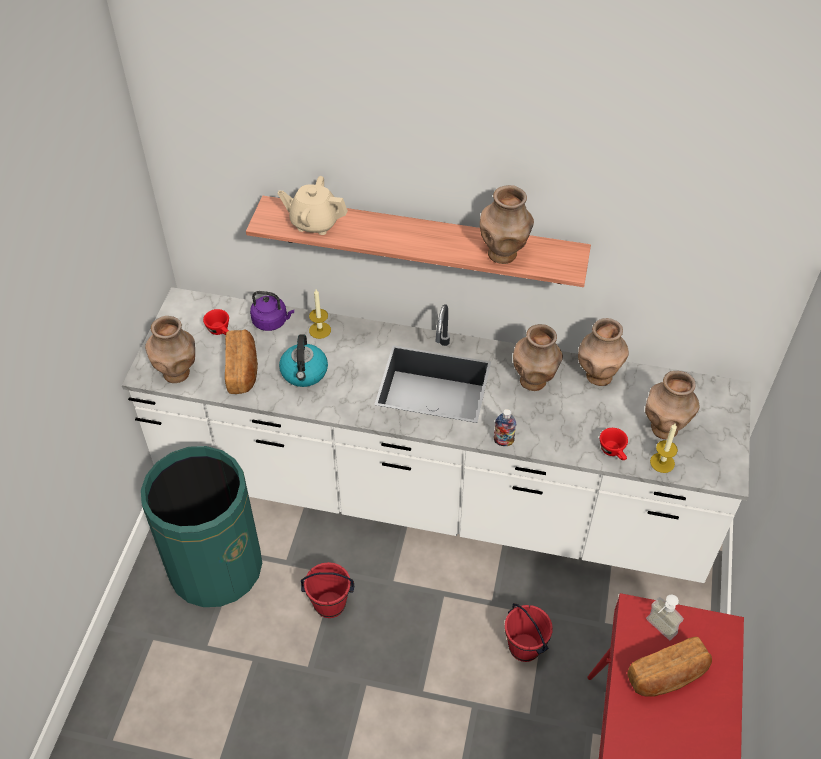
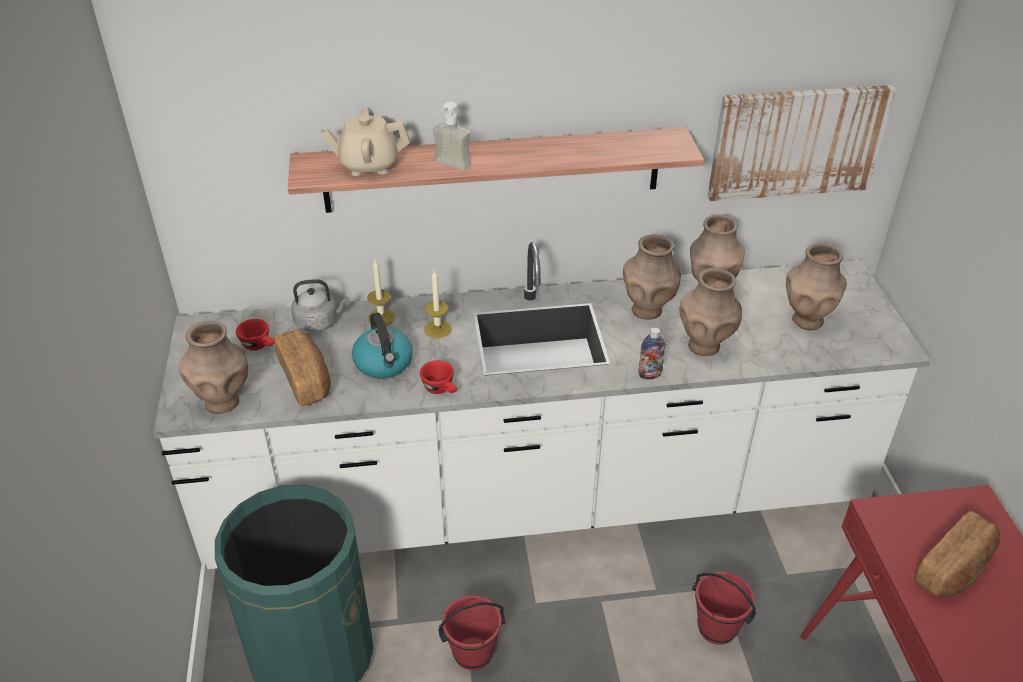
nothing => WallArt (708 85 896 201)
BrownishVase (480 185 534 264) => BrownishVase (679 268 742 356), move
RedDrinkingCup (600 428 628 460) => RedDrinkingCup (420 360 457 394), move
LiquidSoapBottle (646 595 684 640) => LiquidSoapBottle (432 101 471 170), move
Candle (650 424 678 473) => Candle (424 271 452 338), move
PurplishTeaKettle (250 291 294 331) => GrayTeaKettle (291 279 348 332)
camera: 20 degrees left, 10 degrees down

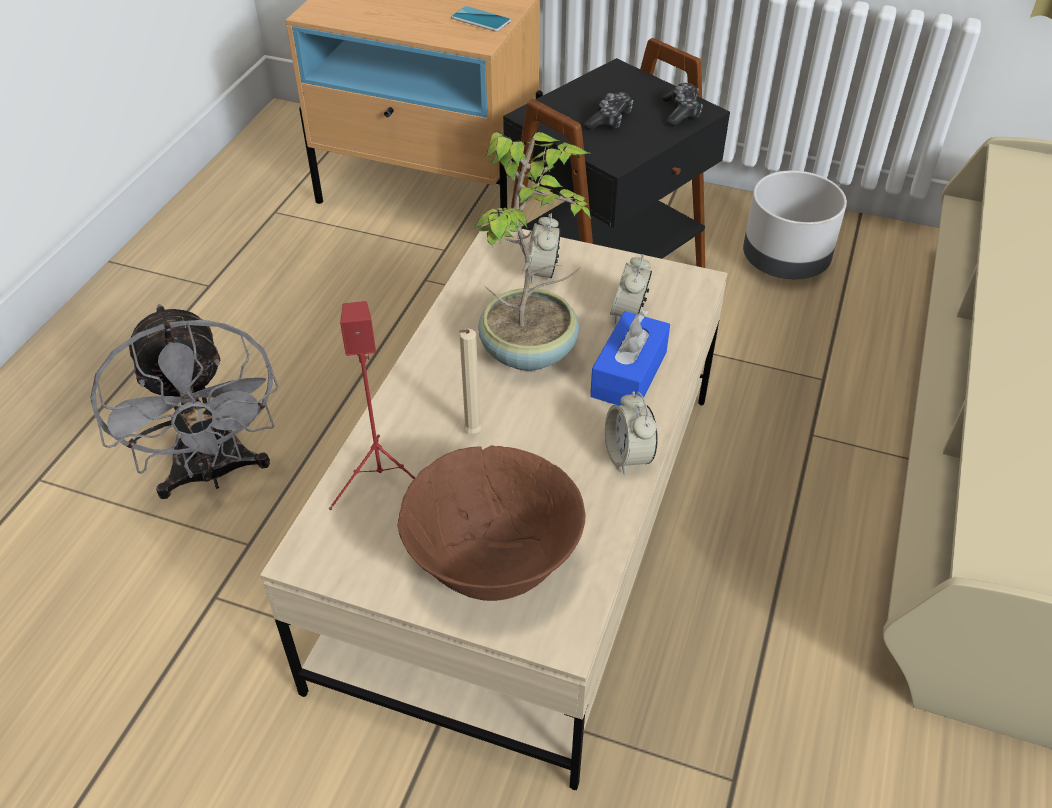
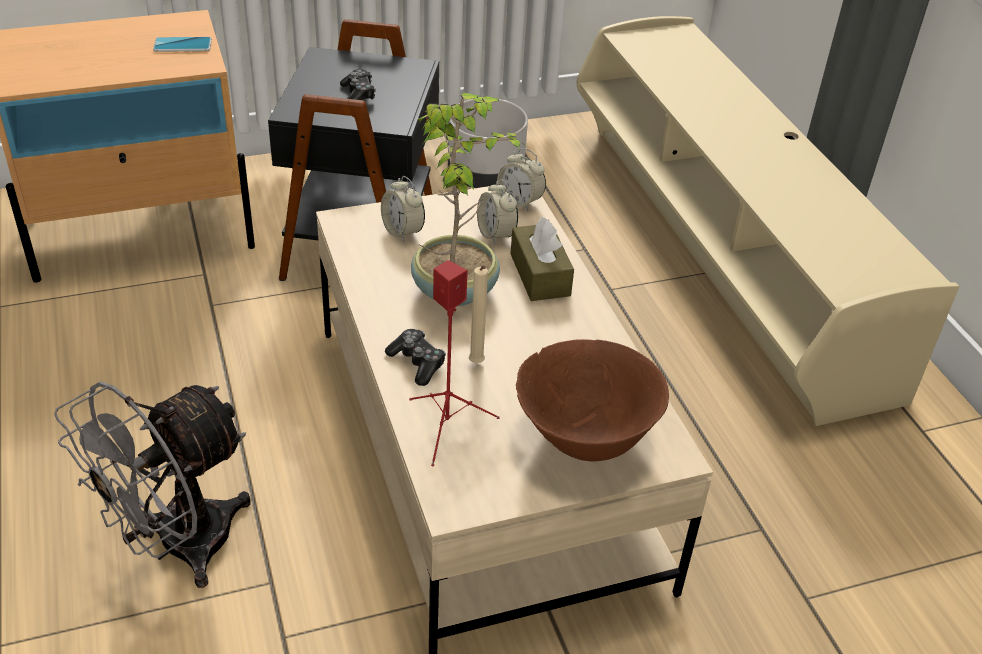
AlarmClock (605 392 658 474) => AlarmClock (497 148 546 211), move
Joypad (662 83 703 126) => Joypad (385 329 446 386), move
BlueBoxOfTissues (590 310 670 406) => BrownishBoxOfTissues (511 216 574 301)
GrayFan (90 304 278 499) => GrayFan (54 381 251 588), 105 degrees clockwise
camera: 40 degrees left, 5 degrees down

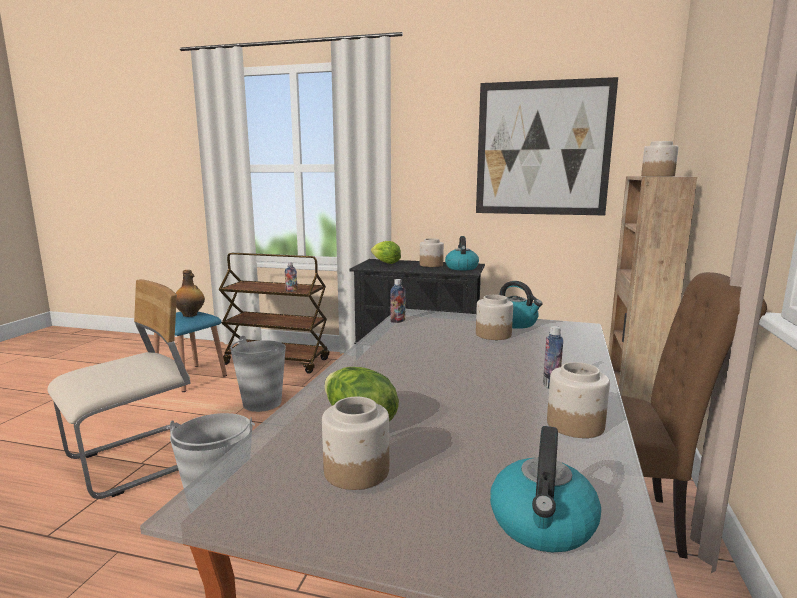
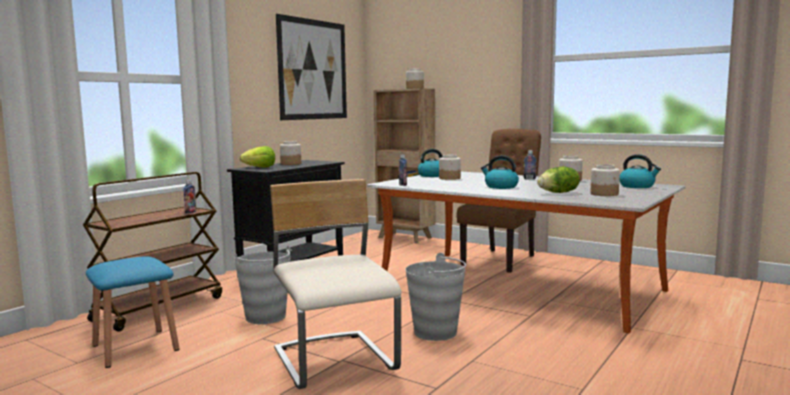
Bottle (176 270 205 317) => nothing
TeaKettle (445 236 479 270) => TeaKettle (481 155 519 189), move
camera: 70 degrees left, 5 degrees down

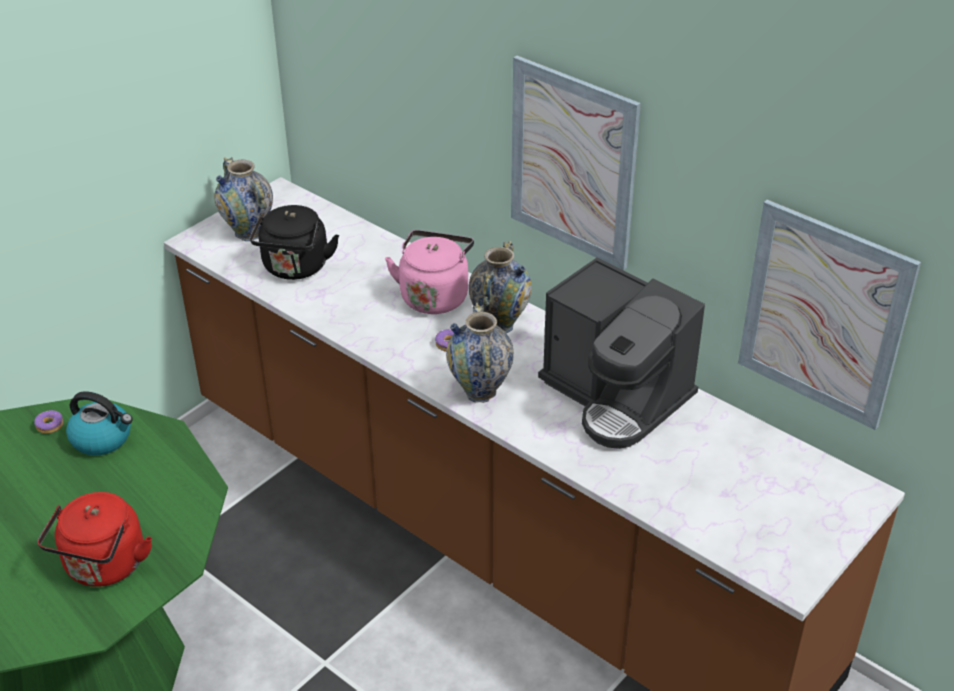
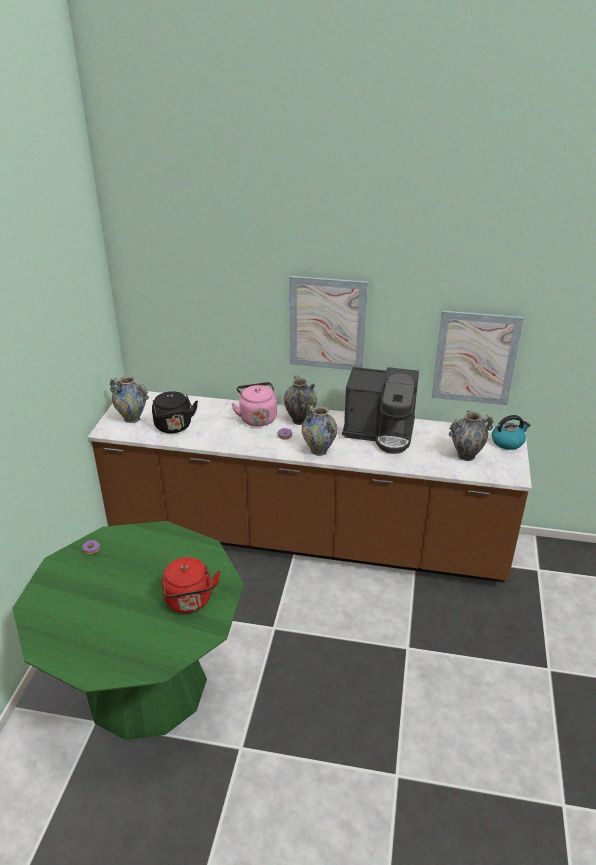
nothing => Vase (449 411 494 461)
TeaKettle (66 391 133 456) => TeaKettle (492 415 531 450), move
camera: 30 degrees left, 5 degrees down

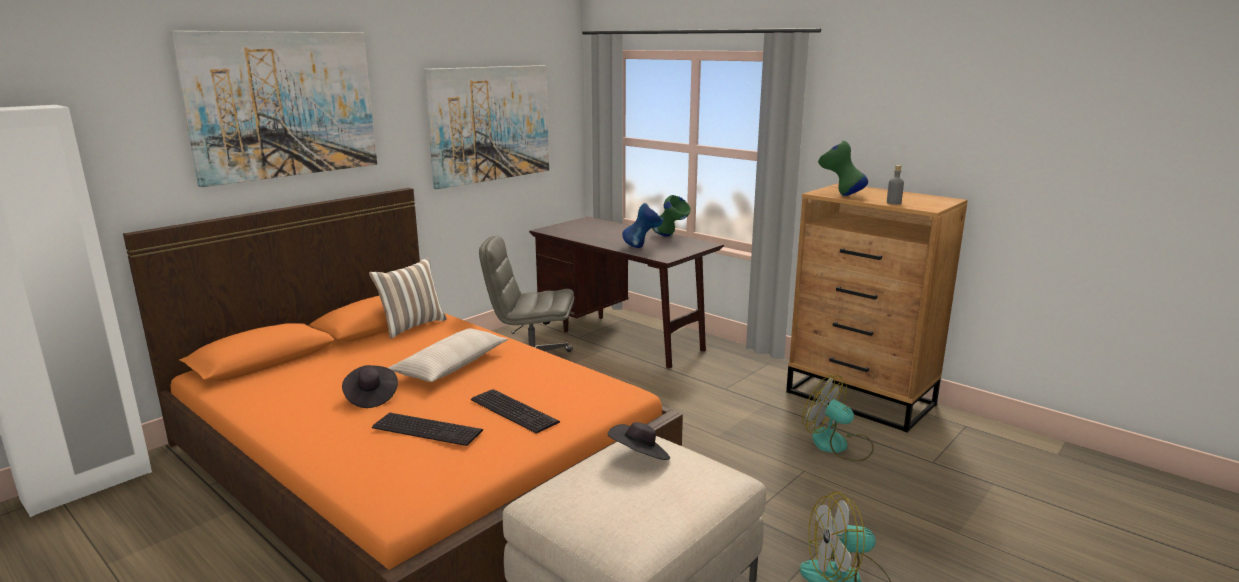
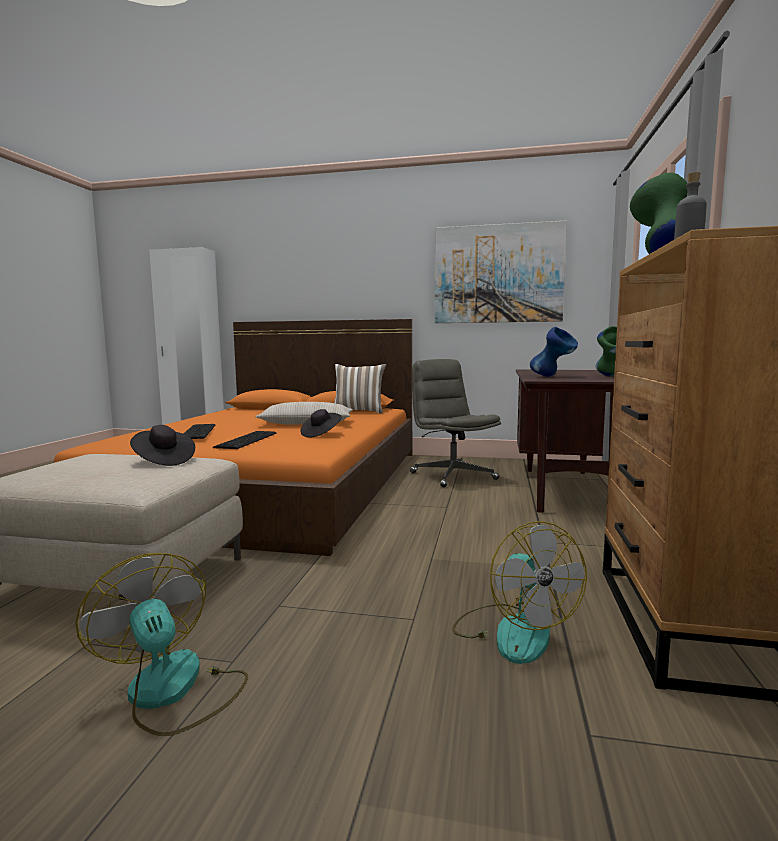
WallArt (170 31 377 187) => nothing
BlackColouredHat (342 365 398 408) => BlackColouredHat (300 409 342 437), move
Fan (802 375 874 461) => Fan (452 521 587 664), 150 degrees clockwise
camera: 60 degrees right, 10 degrees down

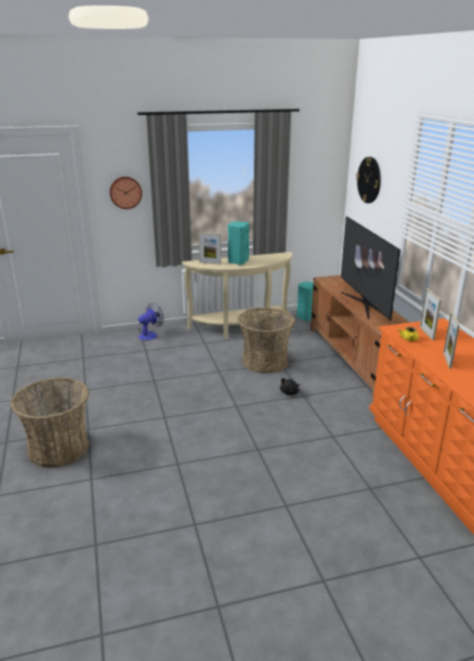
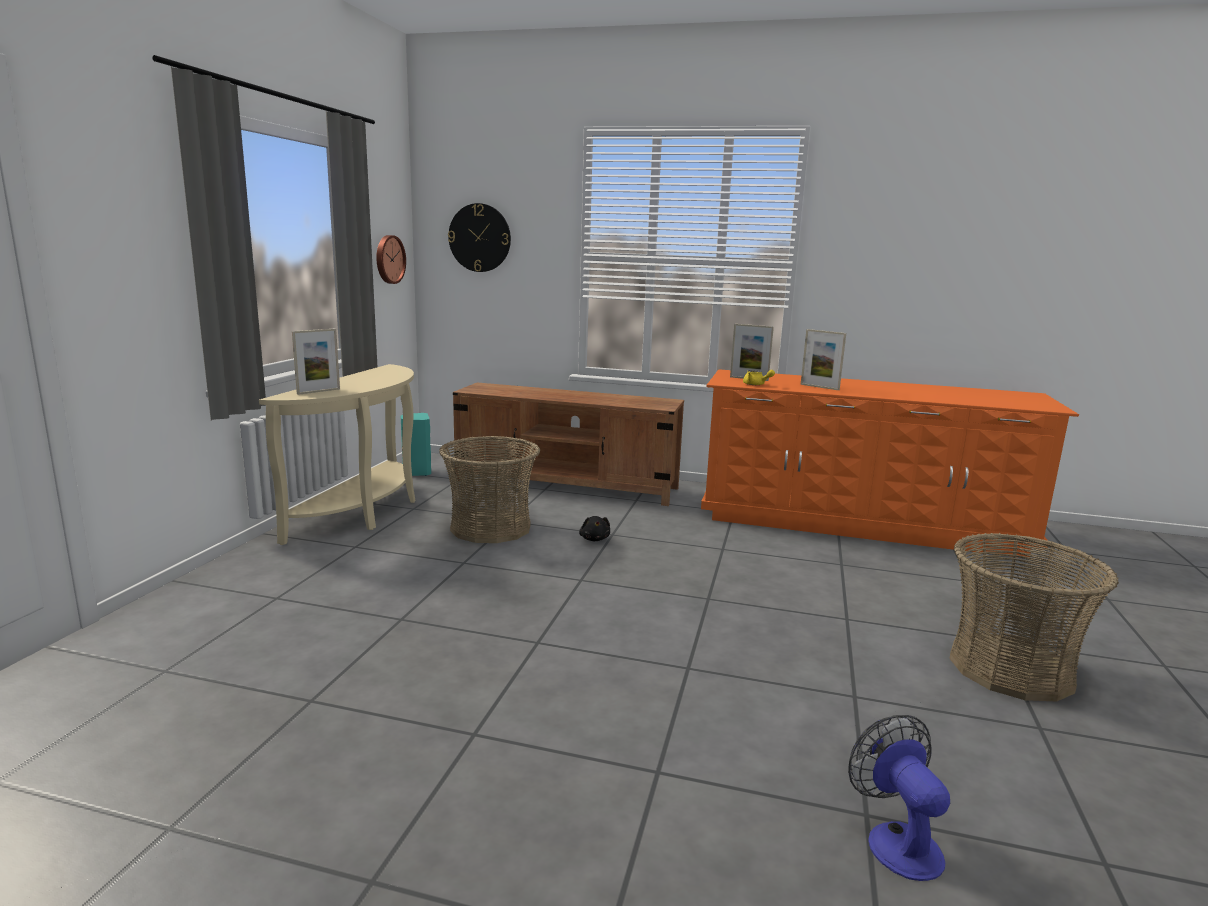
BlueGreenAudioSpeaker (228 221 249 265) => nothing
Tv (341 216 401 321) => nothing
Basket (10 377 90 467) => Basket (949 533 1119 702), move
ClockOnTheWall (110 177 142 209) => ClockOnTheWall (376 235 406 284), move
Fan (138 303 164 341) => Fan (848 715 950 881), move
camera: 60 degrees left, 10 degrees down

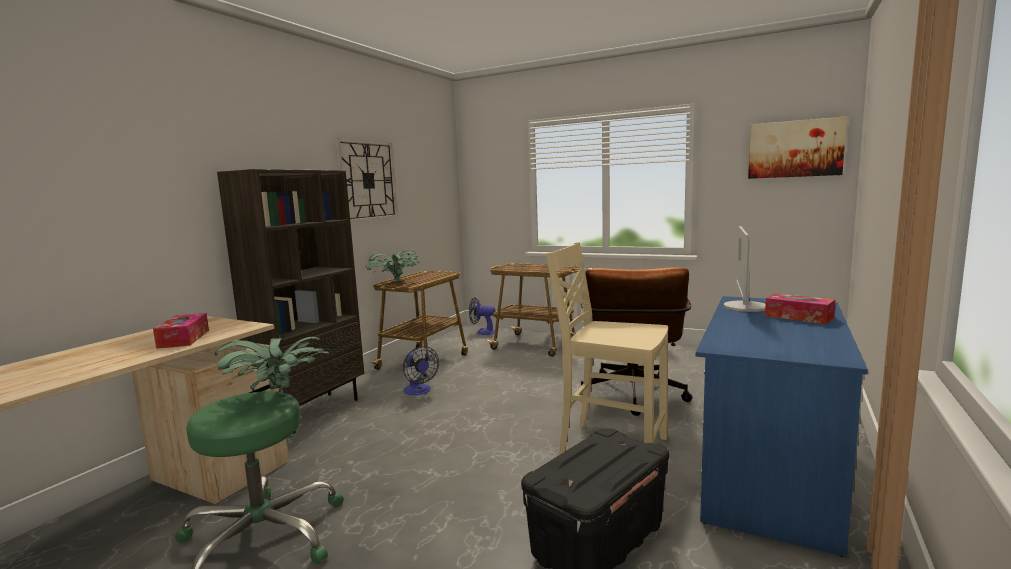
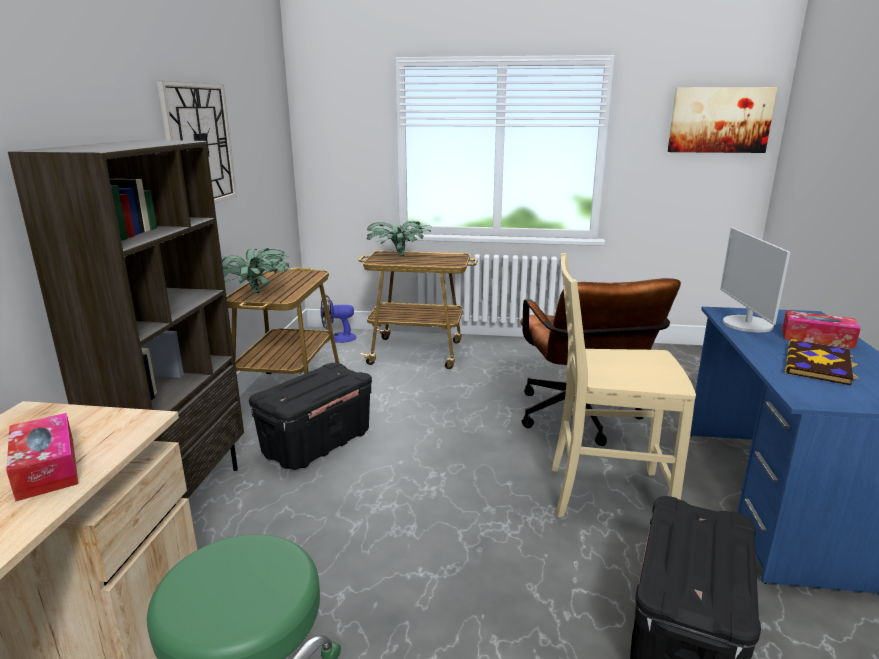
nothing => Volume (785 339 859 385)
Houseplant (214 337 334 397) => Houseplant (366 221 431 256), move
Fan (403 346 439 395) => BlackColouredStorageBin (249 363 372 470)
camera: 20 degrees left, 10 degrees up

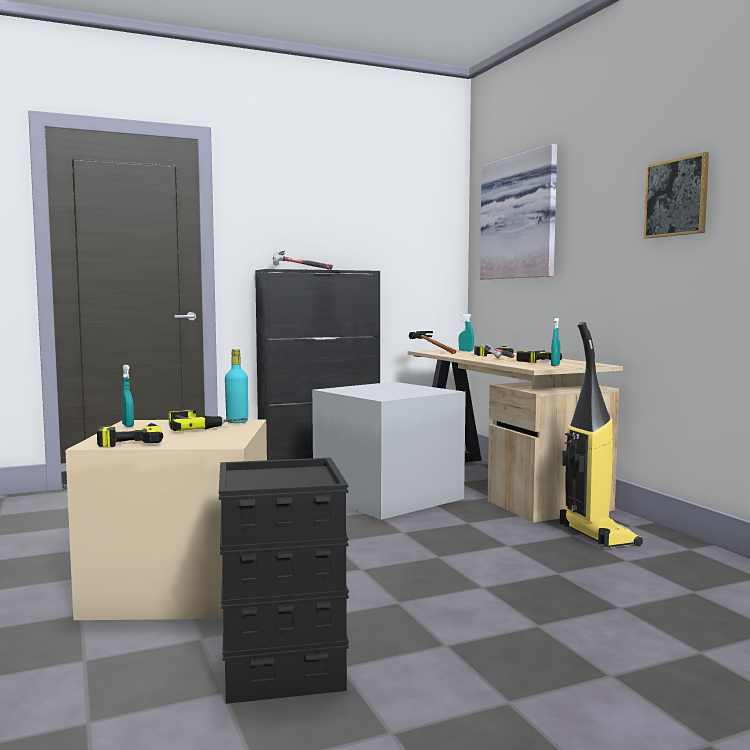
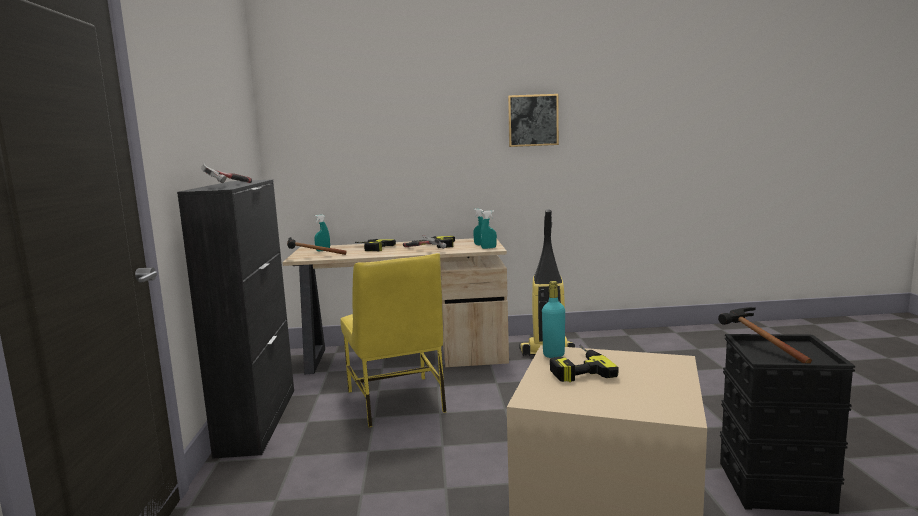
ElectricDrill (97 423 163 447) => nothing
WallArt (480 144 557 279) => nothing
nothing => ToolHammer (718 307 812 363)
BlueGreenSprayer (121 365 134 427) => BlueGreenSprayer (480 210 497 249), move
GrayStorageBin (312 382 466 520) => YellowPlainChair (340 253 446 427)
camera: 70 degrees left, 5 degrees up

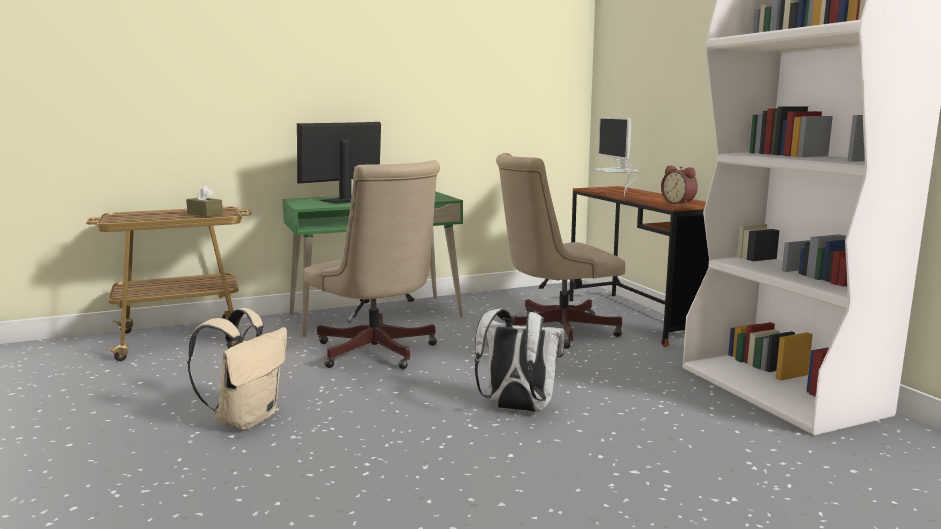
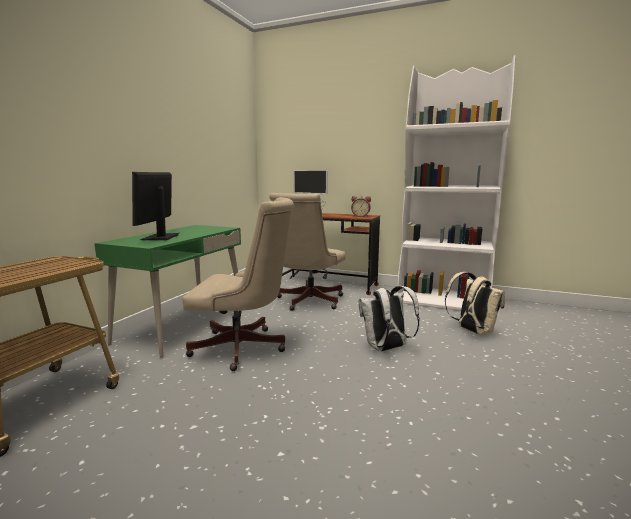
BrownishBoxOfTissues (186 185 223 217) => nothing
BeigeBackpack (187 308 287 430) => BeigeBackpack (445 272 505 334), move
camera: 45 degrees left, 0 degrees up

